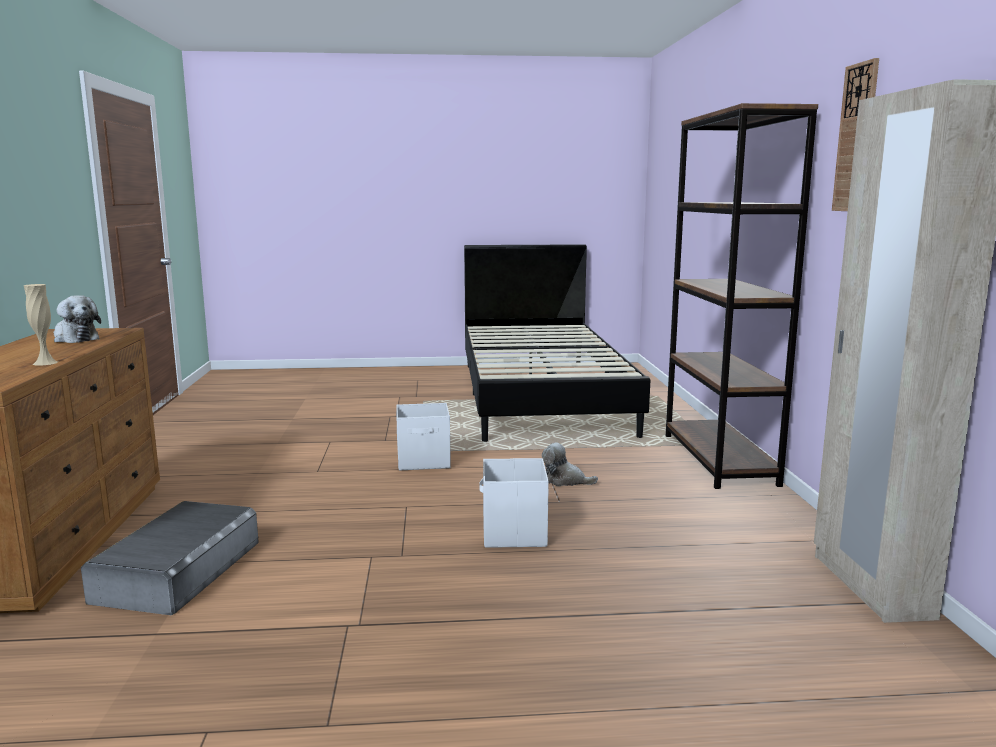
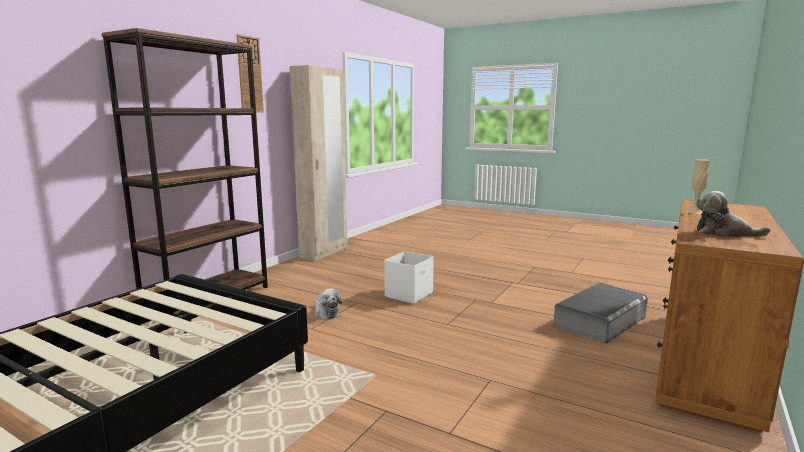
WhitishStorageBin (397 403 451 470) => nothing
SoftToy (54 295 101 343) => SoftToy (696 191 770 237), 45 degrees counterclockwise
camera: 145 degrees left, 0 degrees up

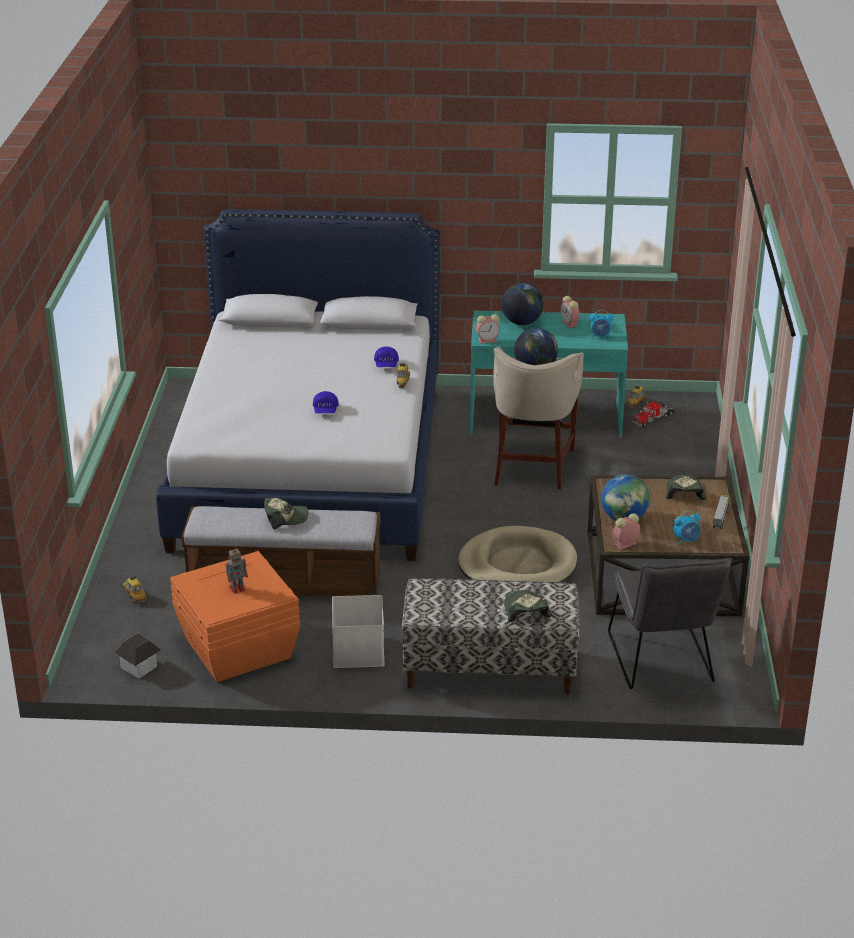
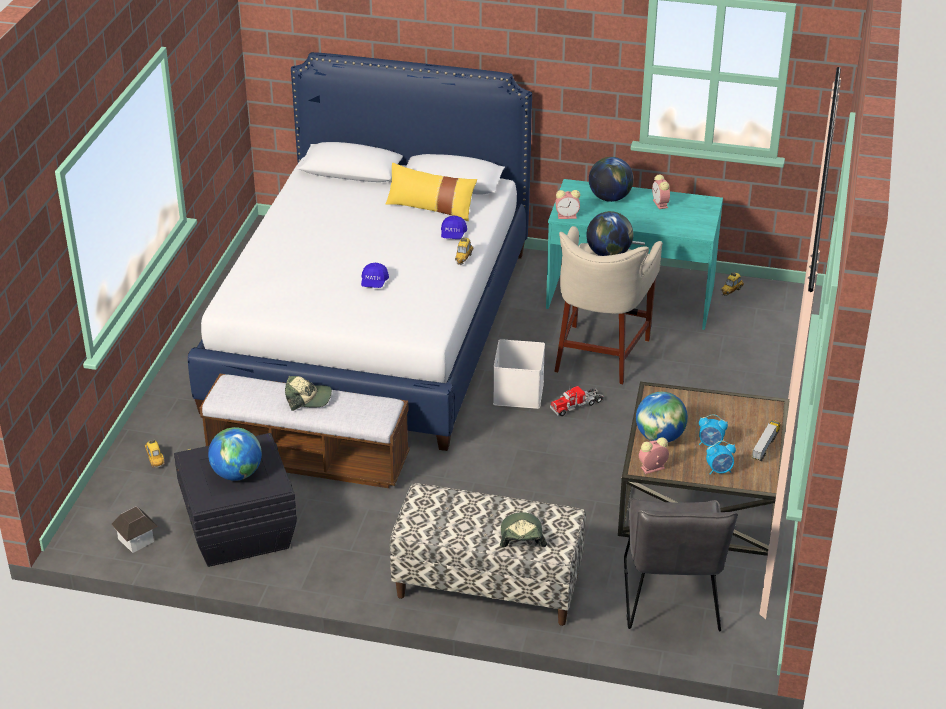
BeigePetBed (458 526 577 582) => nothing
BaseballCap (666 475 706 500) => nothing
nothing => YellowPillow (386 163 477 221)
WhitishStorageBin (332 595 385 668) => WhitishStorageBin (493 339 545 409), move
AlarmClock (590 310 614 338) => AlarmClock (699 414 728 446), move
ModelTruck (632 401 674 428) => ModelTruck (550 386 603 416), move
RobotFigure (225 546 248 594) => DeskGlobe (208 427 262 481)
OrangeStorageBin (170 551 300 682) => BlackColouredStorageBin (174 433 297 567)
camera: 10 degrees right, 5 degrees up

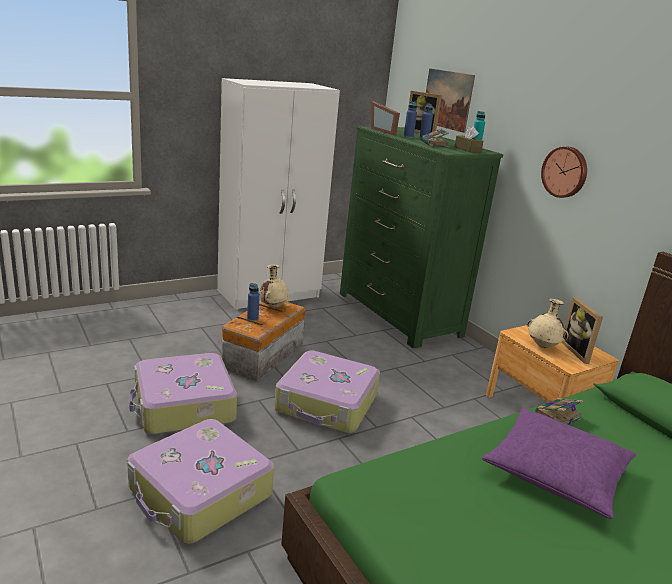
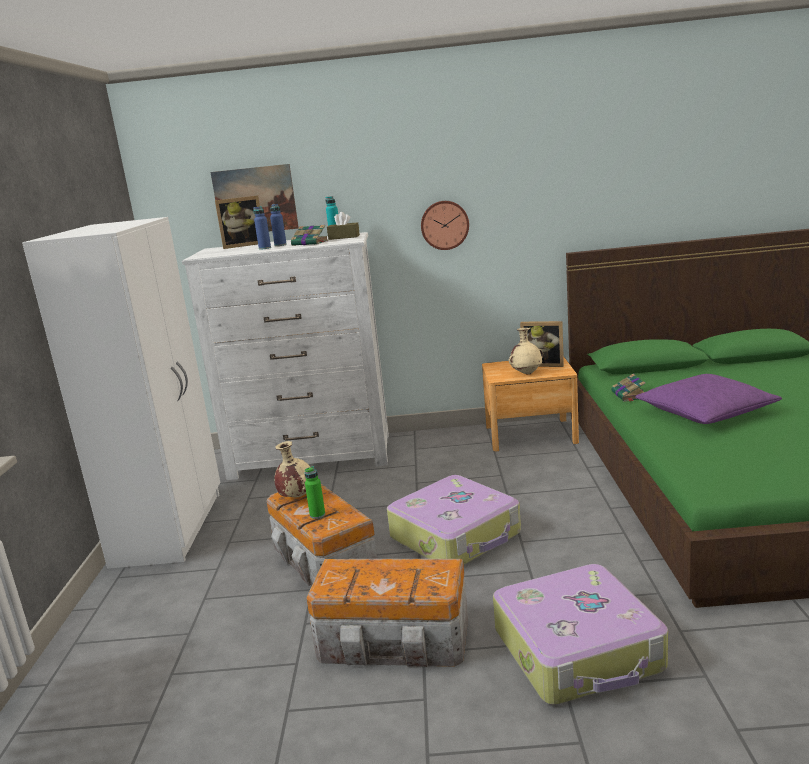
PictureFrame (371 101 400 135) => nothing
Suitcase (129 353 237 434) => StorageBin (307 559 468 667)
BlueBottle (247 283 260 321) => GreenishBottle (305 466 325 519)
GreenishDresser (340 126 503 348) => WhitishDresser (182 232 389 480)
camera: 55 degrees left, 5 degrees down

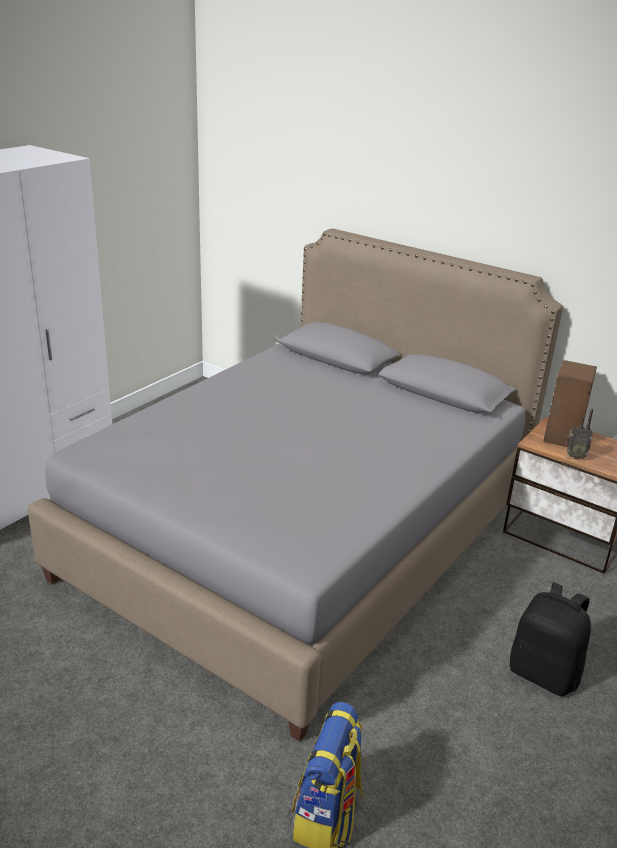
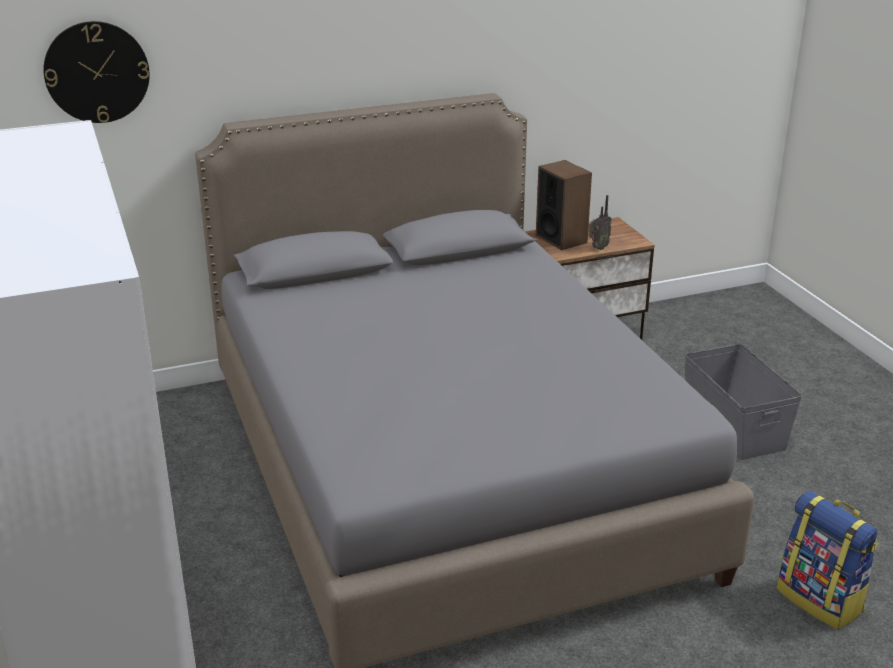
nothing => ClockOnTheWall (43 21 150 123)
BlackColouredBackpack (510 582 591 696) => GrayStorageBin (685 344 802 460)
camera: 55 degrees left, 0 degrees up

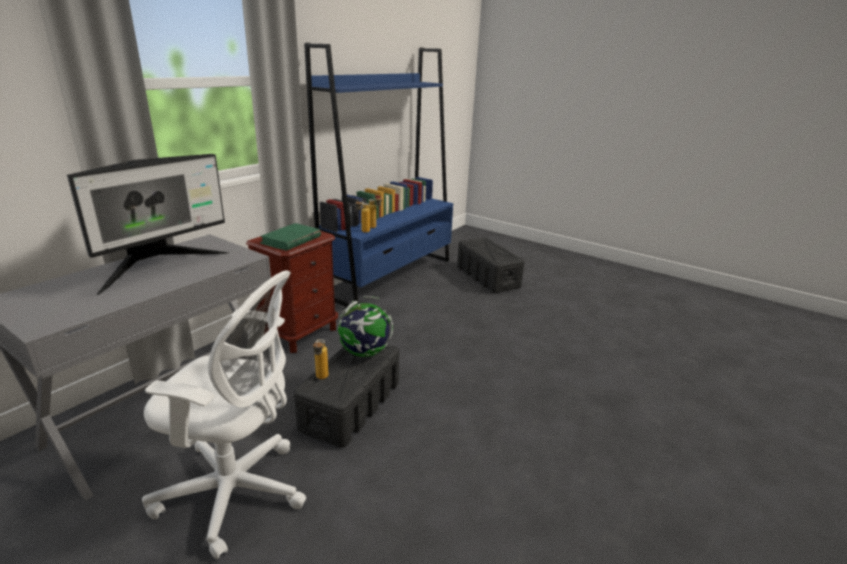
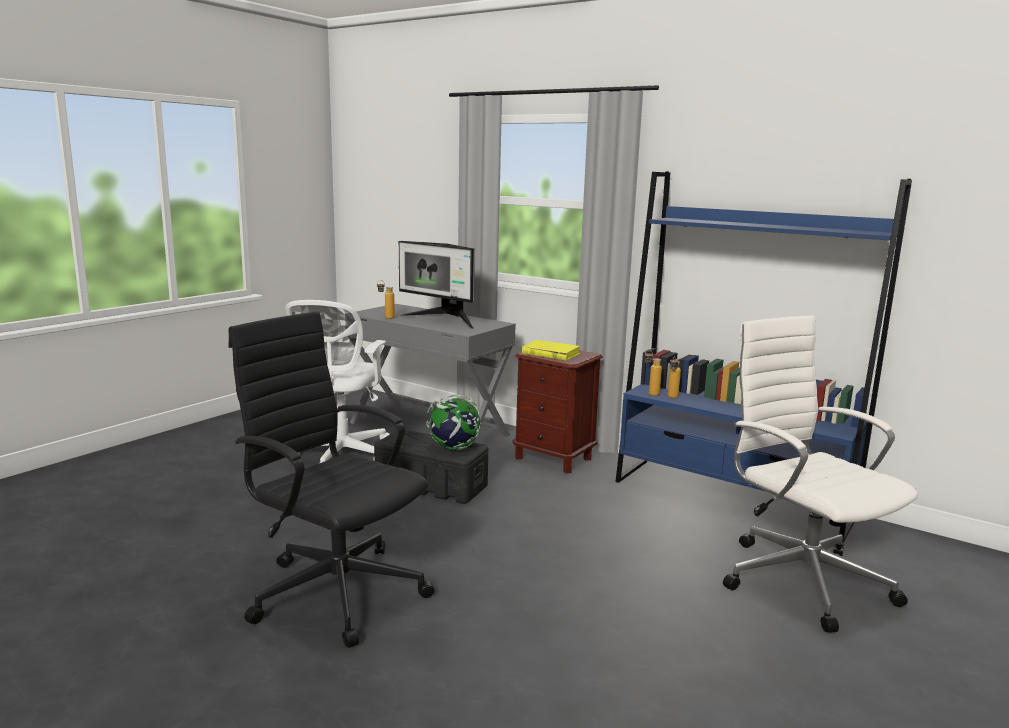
nothing => BlackColouredOfficeChair (229 311 435 648)
Bottle (313 339 329 379) => Bottle (377 280 395 319), move
BlackColouredStorageBin (457 237 525 293) => WhitishOfficeChair (723 315 918 633)
GreenishVolume (260 223 321 251) => YellowVolume (522 340 581 361)
camera: 90 degrees right, 10 degrees down

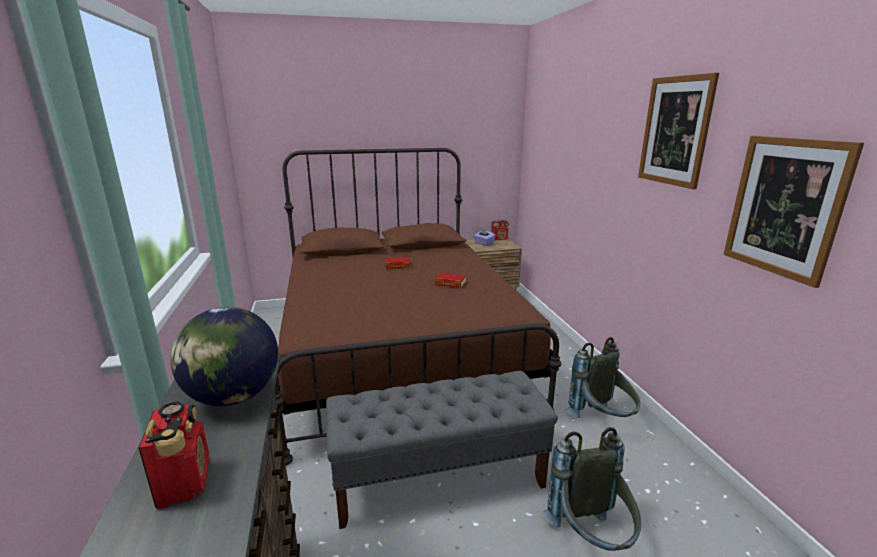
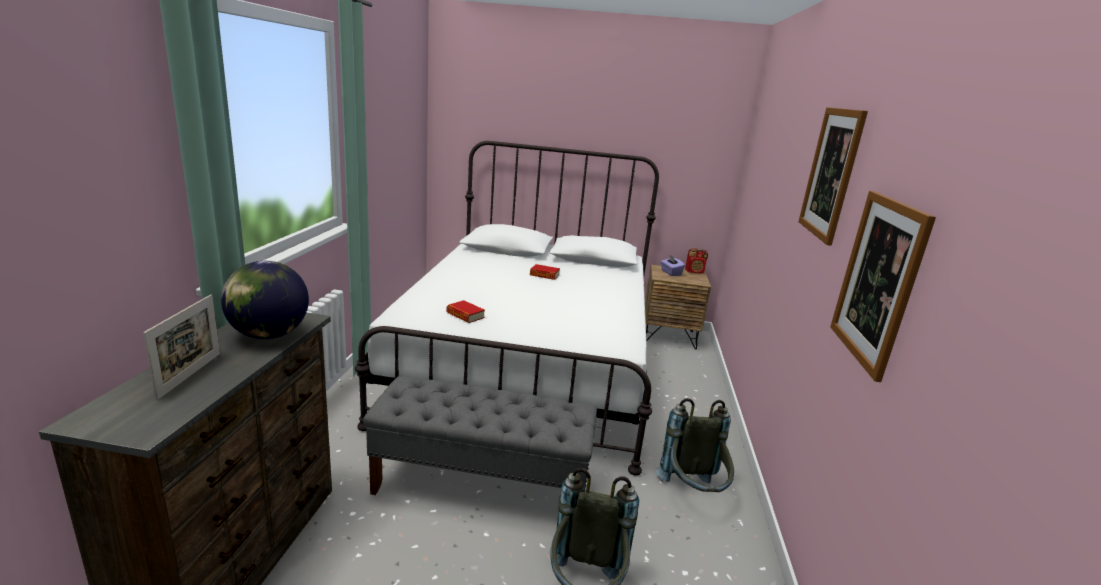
Volume (435 273 466 288) => Volume (446 300 485 323), move
RadioSet (139 401 209 509) => PictureFrame (143 294 220 400)
BrownishBedroomBed (275 148 561 465) => WhitishBedroomBed (355 141 659 475)
camera: 20 degrees right, 0 degrees up

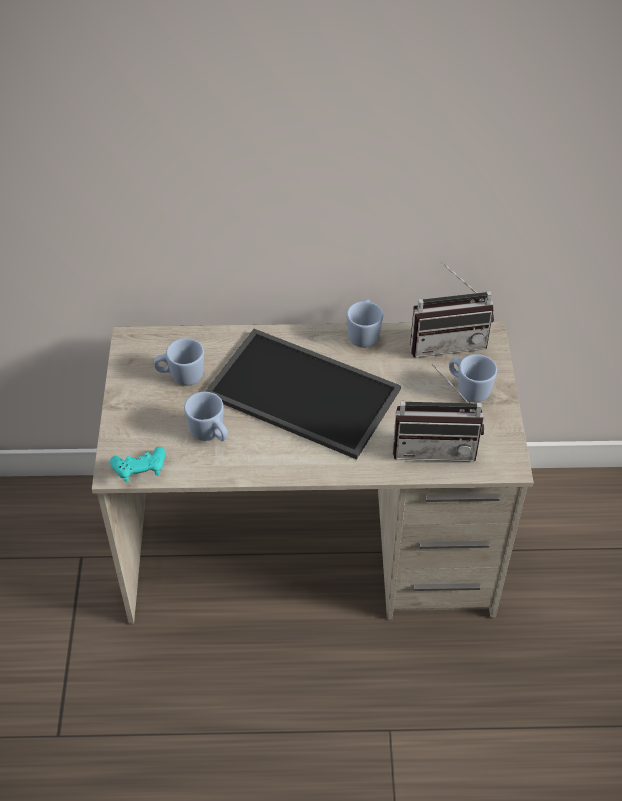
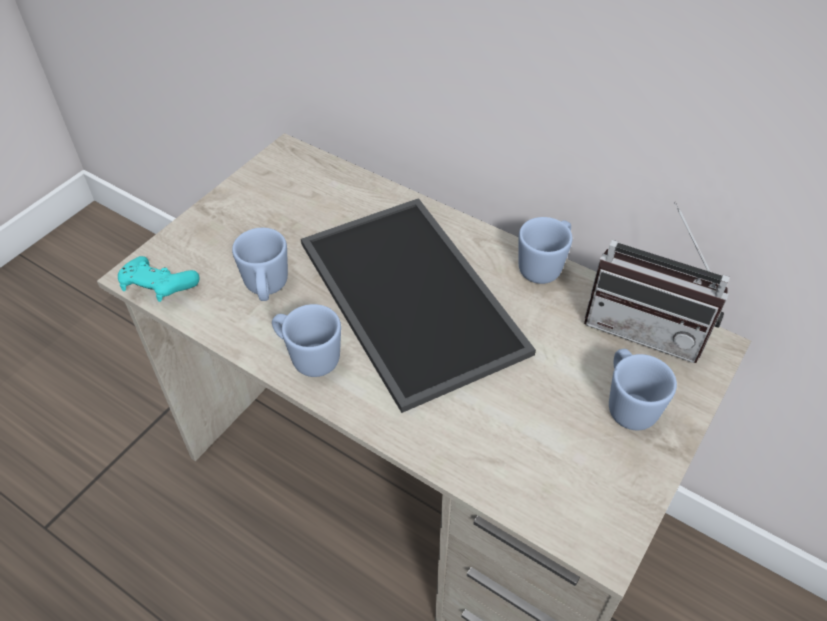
RadioSet (393 364 484 462) => nothing
BlueTeaMug (154 338 204 386) => BlueTeaMug (272 304 341 377), move
camera: 35 degrees right, 0 degrees up

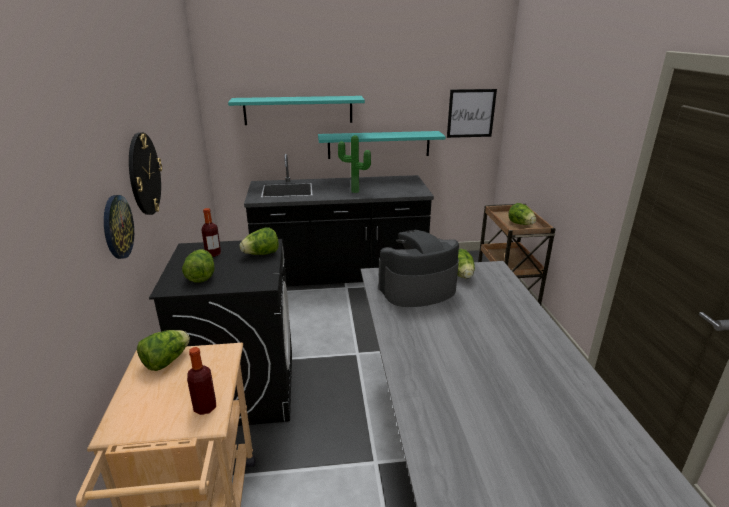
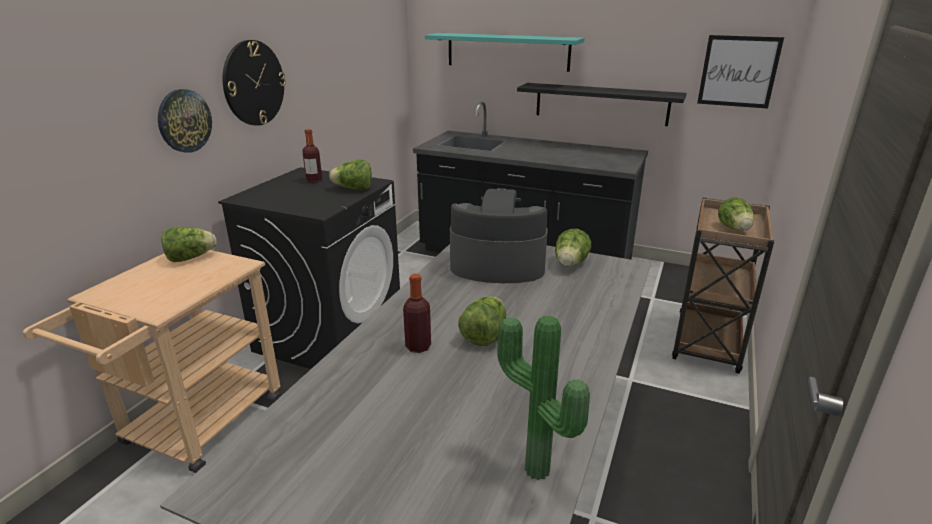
HeadOfLettuce (182 249 215 283) => HeadOfLettuce (458 296 506 346), move
Bottle (187 347 216 415) => Bottle (403 274 431 353), move
Houseplant (338 135 371 193) => Houseplant (497 316 590 480), move
BlueGreenBracketShelf (318 131 446 159) => BlackColouredBracketShelf (517 83 687 126)
camera: 30 degrees right, 0 degrees up

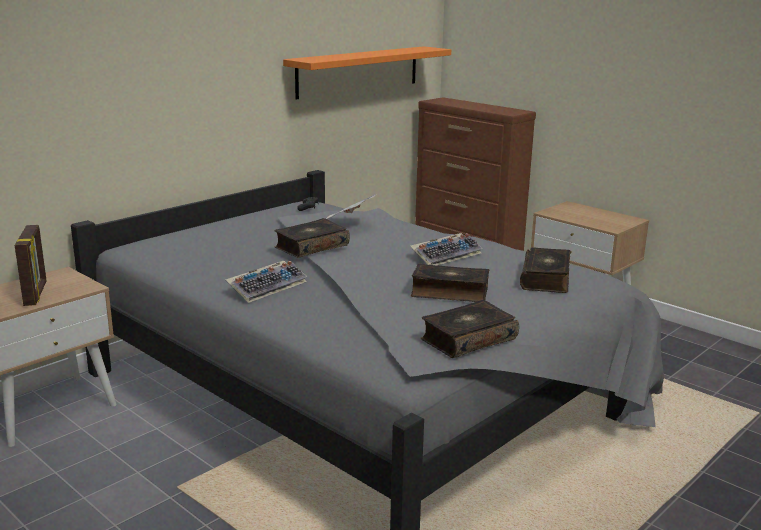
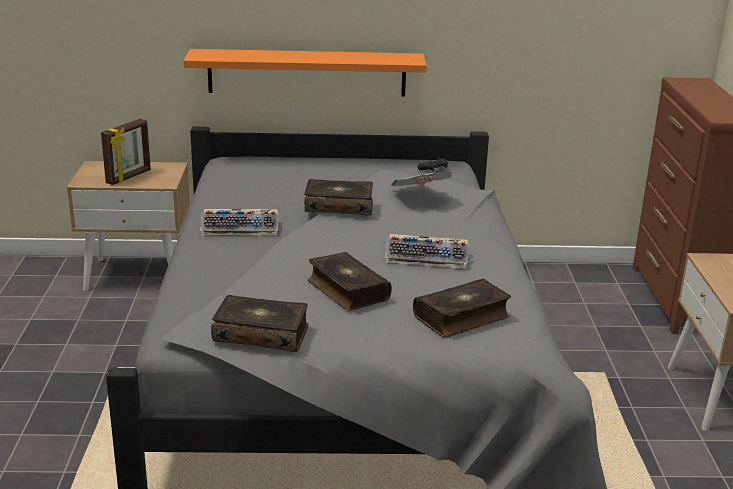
OrangeBracketShelf (283 46 451 100) => OrangeBracketShelf (183 49 427 97), move
camera: 45 degrees right, 5 degrees up

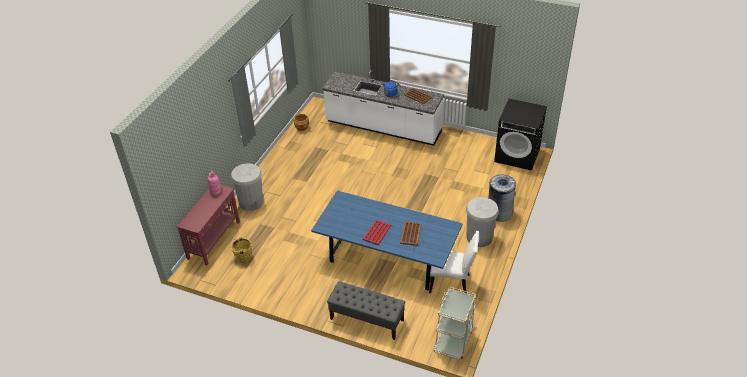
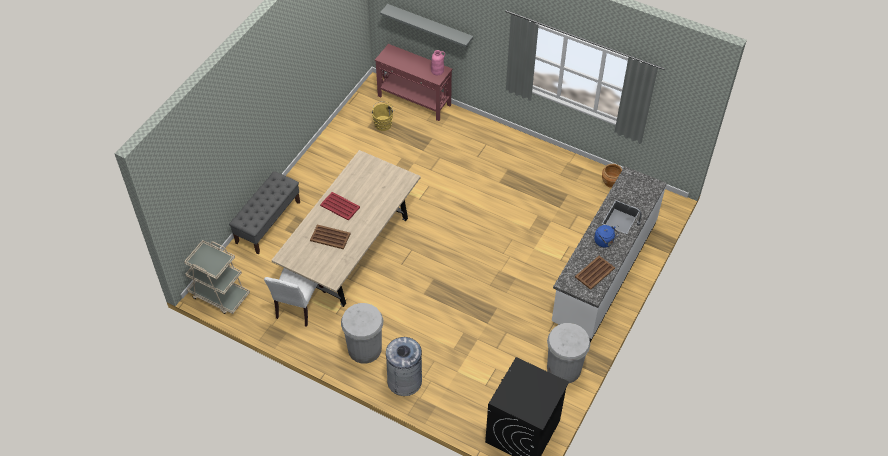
nothing => GrayBracketShelf (380 4 473 47)
WhitishTrashCan (231 163 264 211) => WhitishTrashCan (547 323 590 383), move
BlueKitchenTable (311 191 463 291) => BeigeKitchenTable (271 150 421 307)
camera: 95 degrees right, 10 degrees up

